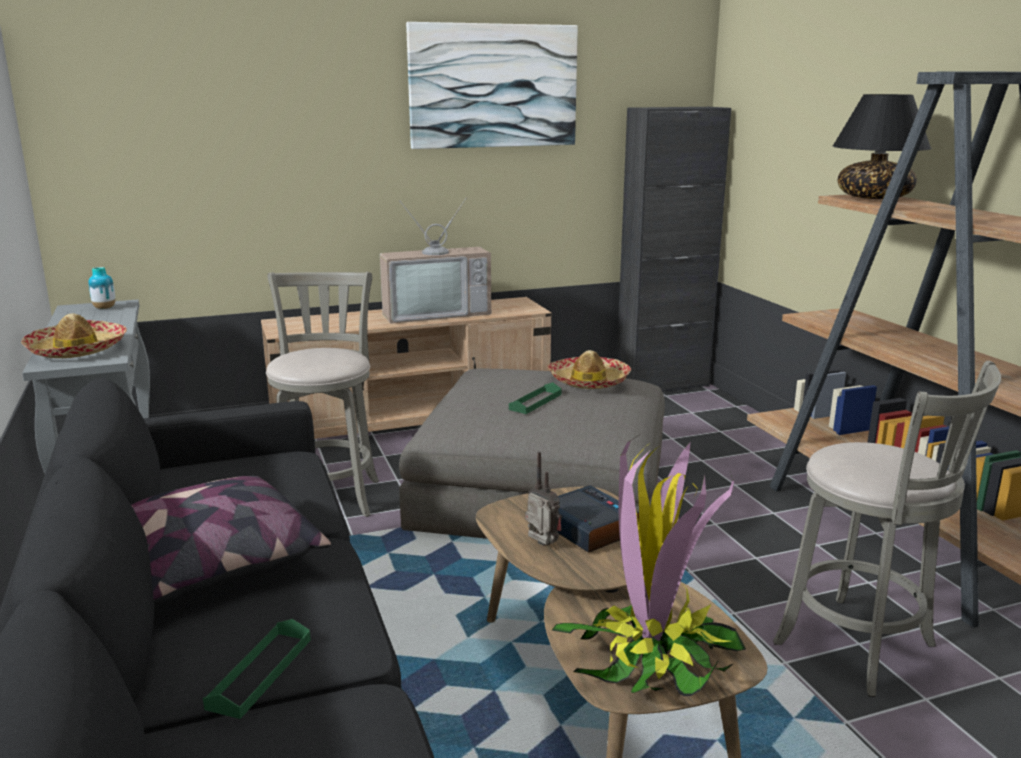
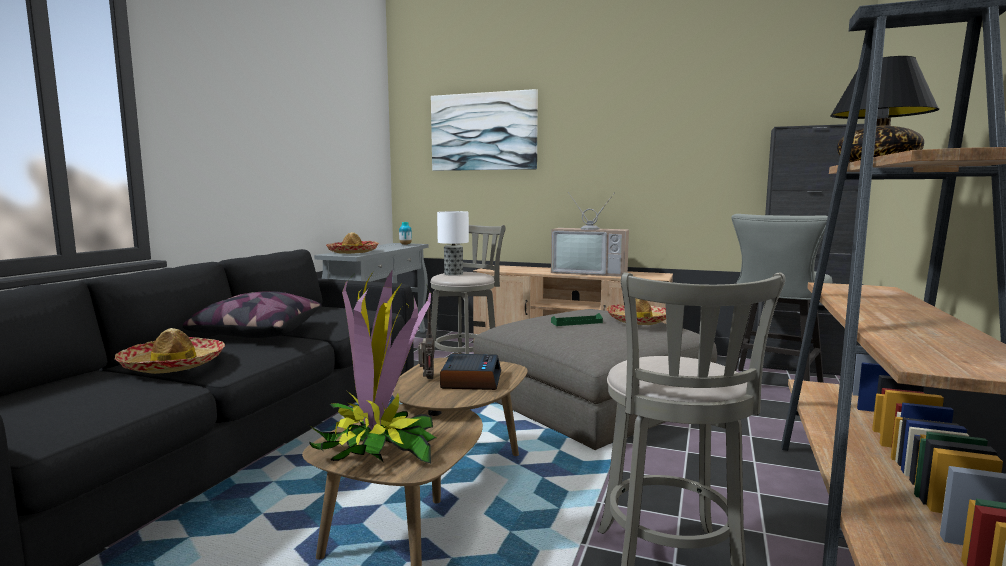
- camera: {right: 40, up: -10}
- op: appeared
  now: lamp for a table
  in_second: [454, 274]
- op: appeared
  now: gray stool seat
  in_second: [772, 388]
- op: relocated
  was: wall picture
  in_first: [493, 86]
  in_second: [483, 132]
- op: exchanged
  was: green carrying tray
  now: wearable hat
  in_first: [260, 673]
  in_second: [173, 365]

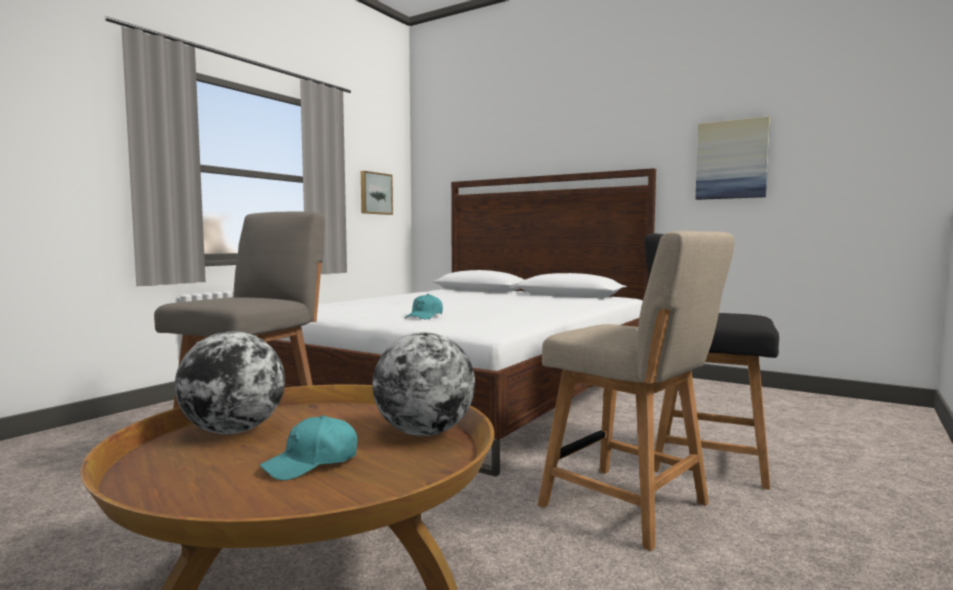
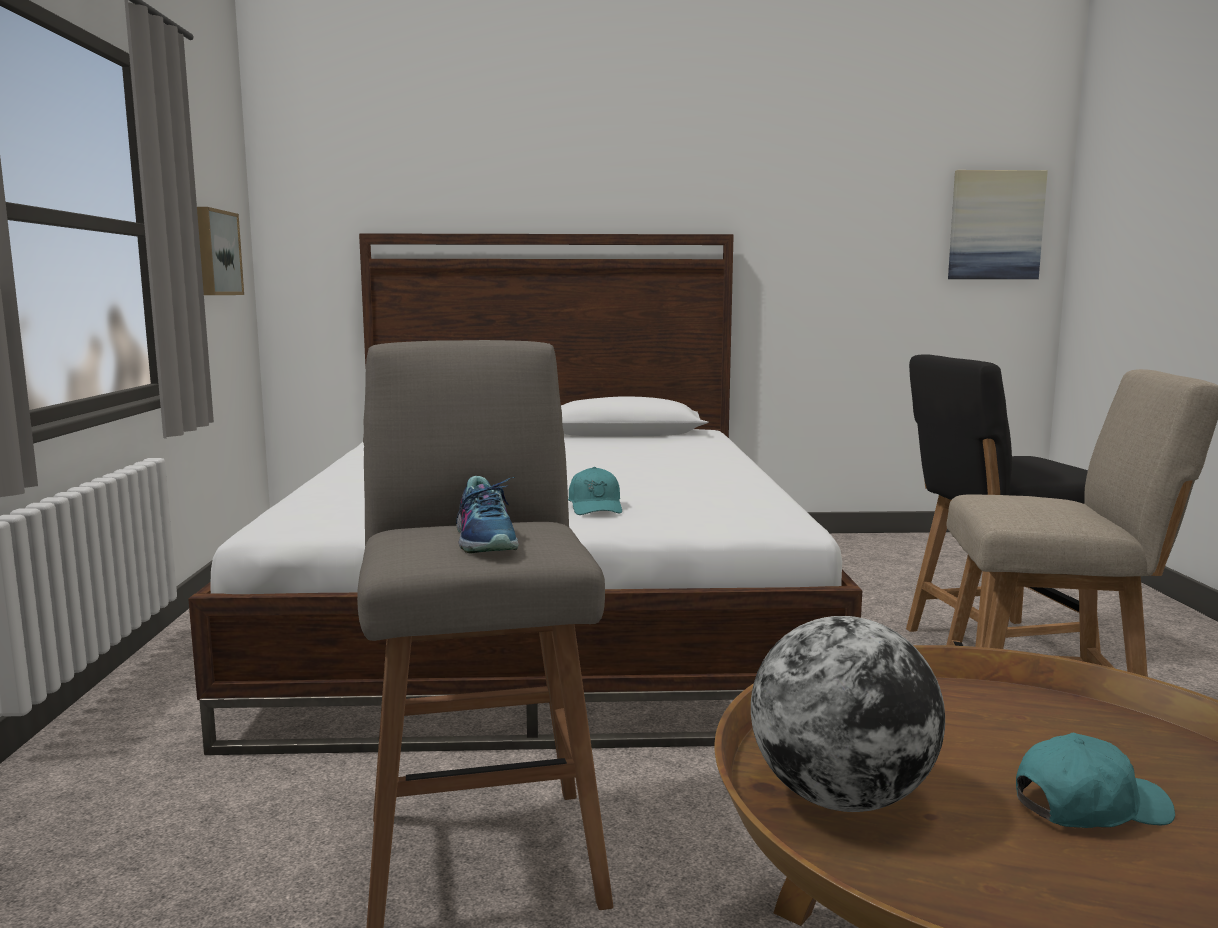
- camera: {right: -35, up: 5}
- op: missing
  was: desk globe
  in_first: [424, 433]
- op: appeared
  now: item of footwear
  in_second: [487, 540]
- op: relocated
  was: wall picture
  in_first: [731, 160]
  in_second: [995, 225]
- op: spun
  was: turquoise-coloured cap
  in_first: [311, 463]
  in_second: [1089, 807]
  clockwise: -120

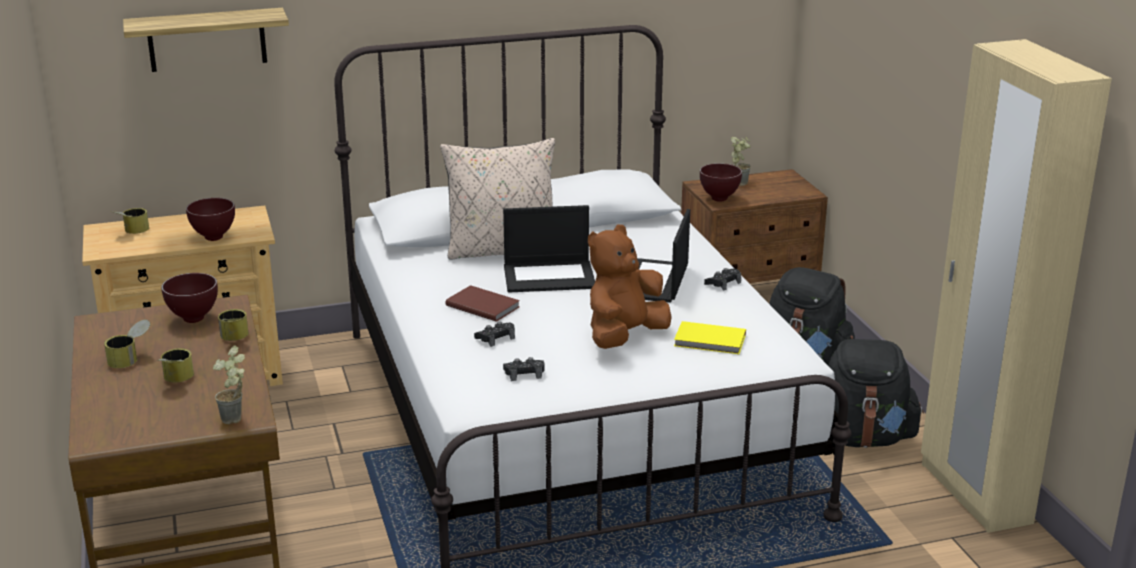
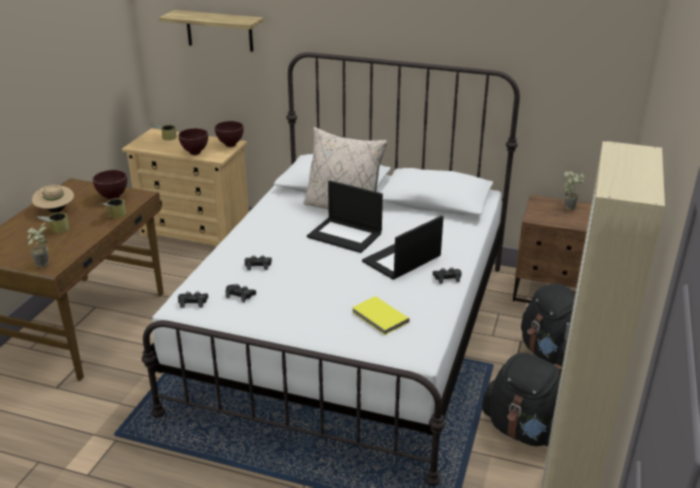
- camera: {right: 35, up: 5}
- op: missing
  was: brown book
  in_first: [483, 305]
- op: missing
  was: brown cuddly toy
  in_first: [624, 337]
- op: appeared
  now: black-coloured joypad
  in_second: [193, 302]
- op: relocated
  was: brown bowl
  in_first: [719, 198]
  in_second: [231, 145]
- op: exchanged
  was: can
  now: beige wearable hat
  in_first: [131, 358]
  in_second: [56, 211]

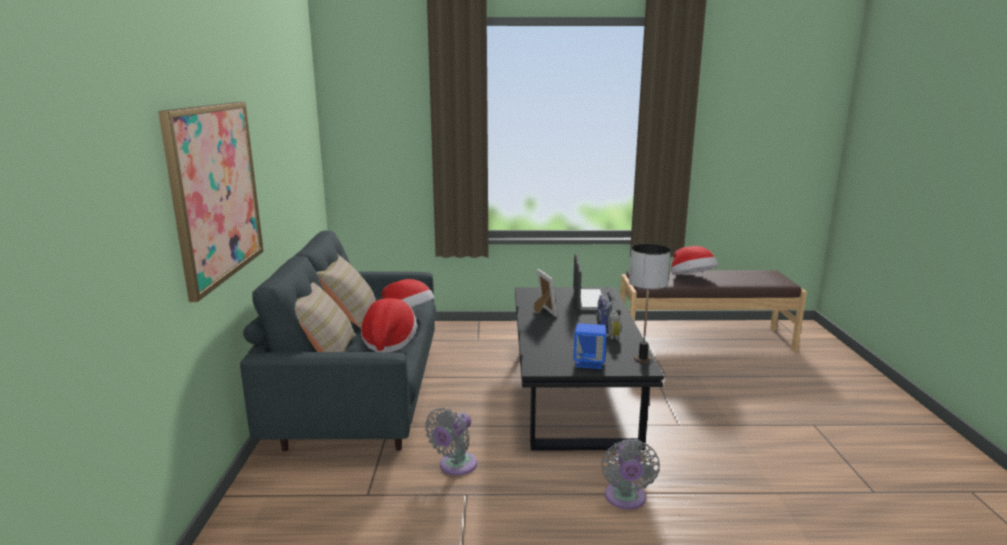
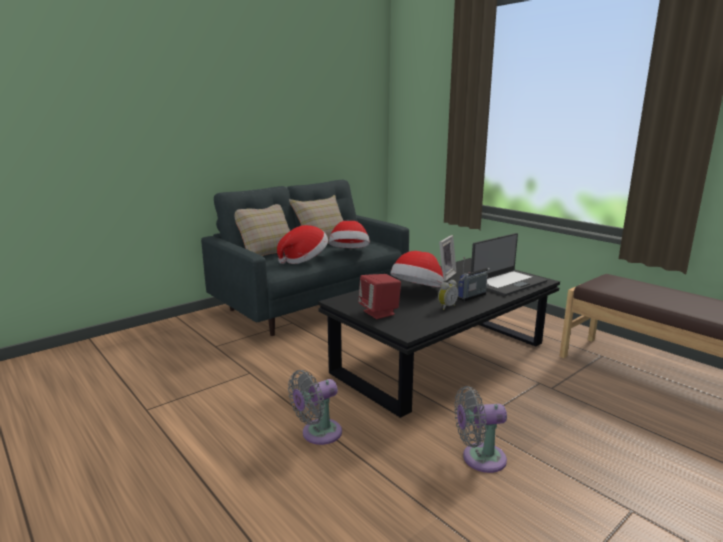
- camera: {right: 50, up: 0}
- op: missing
  was: wall picture
  in_first: [215, 193]
- op: missing
  was: lamp for a table
  in_first: [642, 360]
- op: relocated
  was: gray electric fan
  in_first: [455, 466]
  in_second: [479, 458]
- op: relocated
  was: wearable hat
  in_first: [691, 279]
  in_second: [417, 291]
- op: colour
  was: bluish loudspeaker
  now: red-coloured loudspeaker
  in_first: [589, 363]
  in_second: [379, 312]

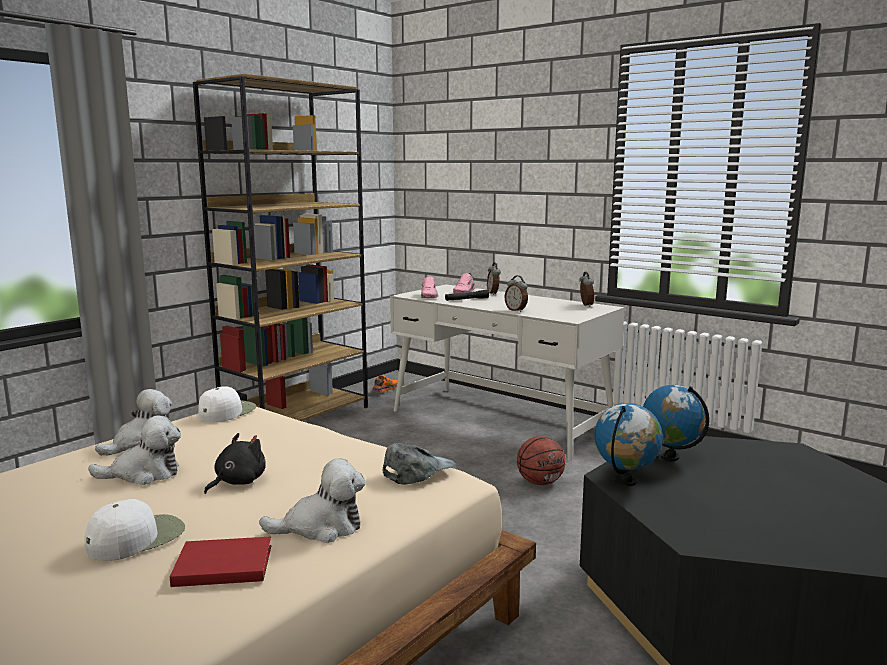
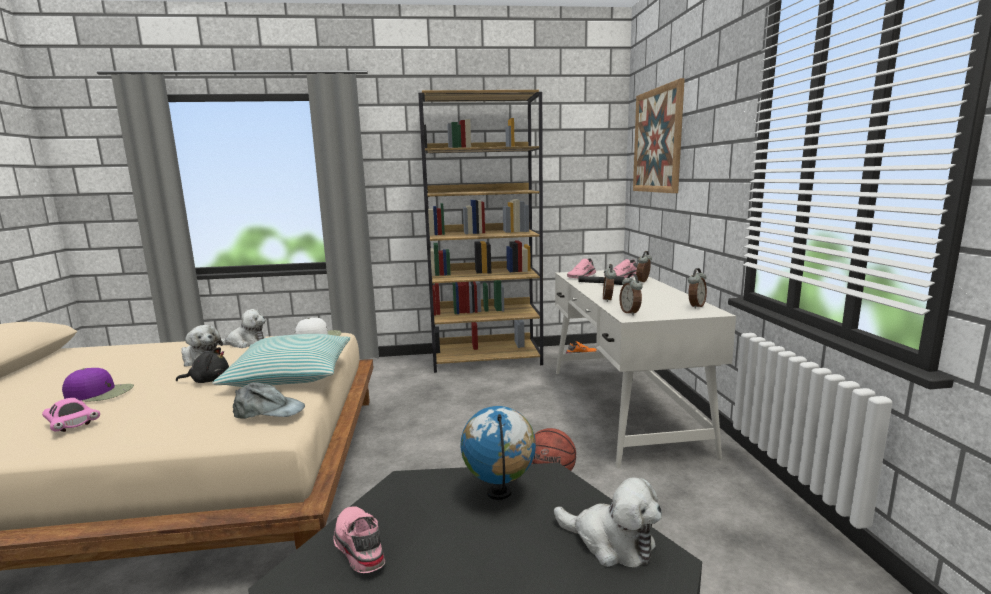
- camera: {right: 45, up: 0}
- op: missing
  was: desk globe
  in_first: [625, 481]
- op: appeared
  now: pillow
  in_second: [290, 374]
- op: appeared
  now: pink-coloured item of footwear
  in_second: [357, 546]
- op: appeared
  now: alarm clock
  in_second: [630, 313]
- op: appeared
  now: wall picture
  in_second: [657, 141]
- op: relocated
  was: cuddly toy
  in_first: [321, 527]
  in_second: [611, 542]
- op: exchanged
  was: red-coloured book
  now: pink-coloured model car
  in_first: [221, 565]
  in_second: [71, 424]
- op: colour
  was: whitish cap
  now: purple cap
  in_first: [137, 537]
  in_second: [100, 393]

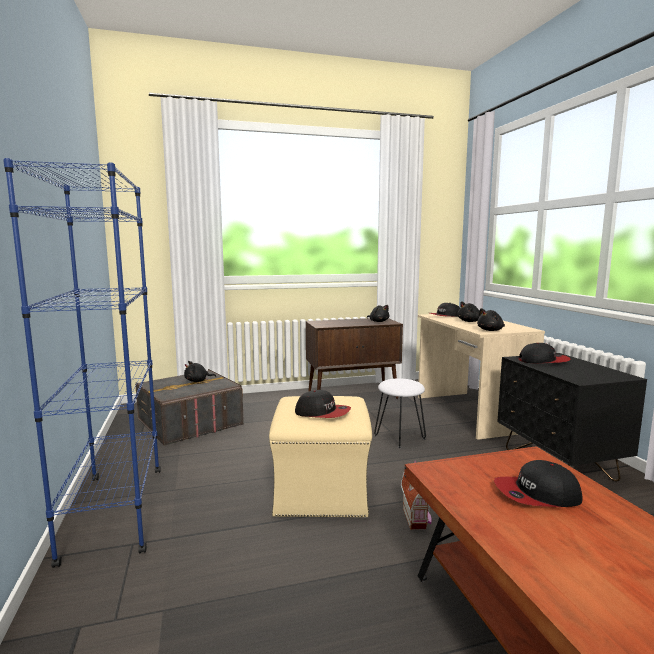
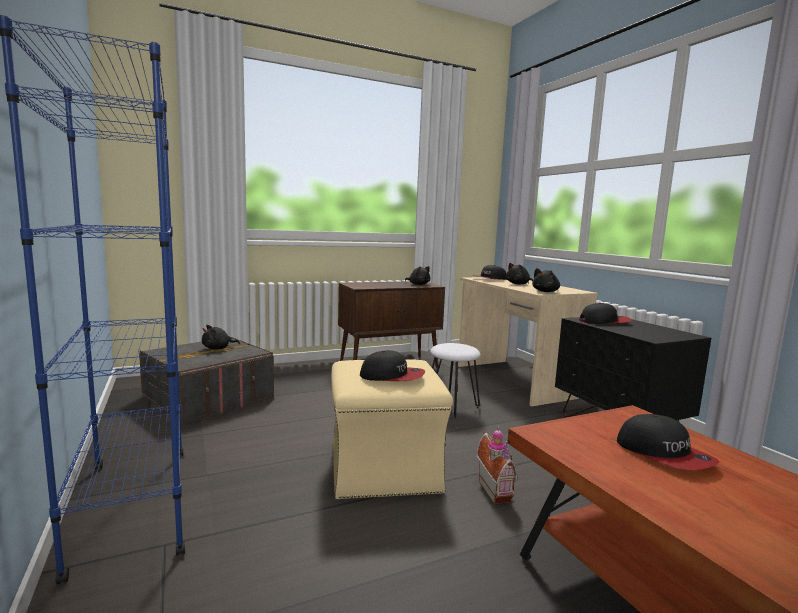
- camera: {right: -10, up: 0}
- op: spun
  was: cap
  in_first: [537, 495]
  in_second: [663, 454]
  clockwise: -105

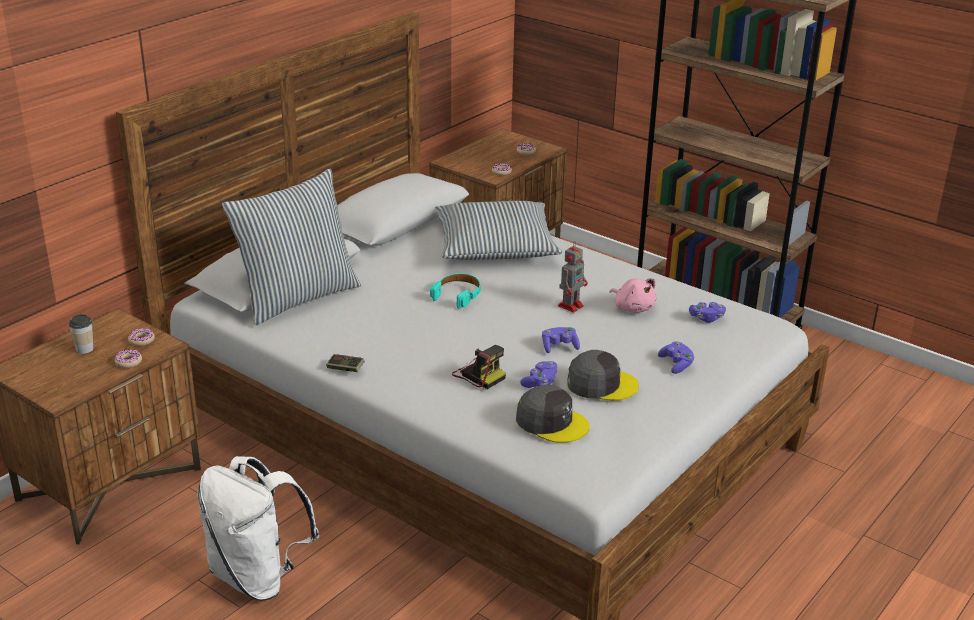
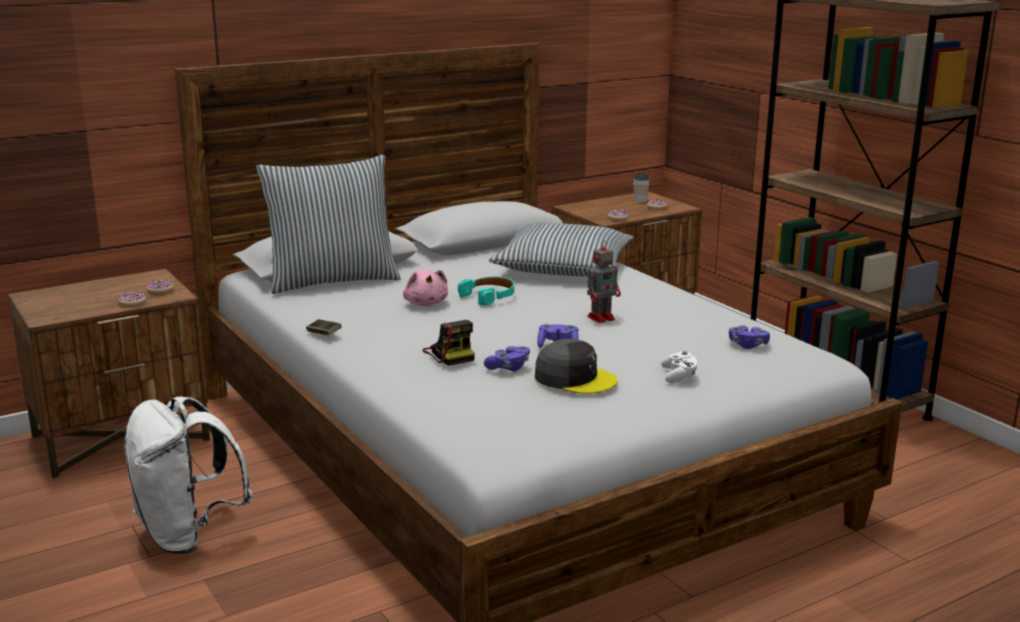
- camera: {right: 20, up: -10}
- op: missing
  was: gray cap
  in_first: [552, 422]
- op: relocated
  was: drinking cup
  in_first: [84, 349]
  in_second: [640, 200]
- op: relocated
  was: pink-coloured cuddly toy
  in_first: [633, 308]
  in_second: [426, 303]
- op: colour
  was: purple joypad
  now: whitish joypad
  in_first: [676, 364]
  in_second: [679, 376]

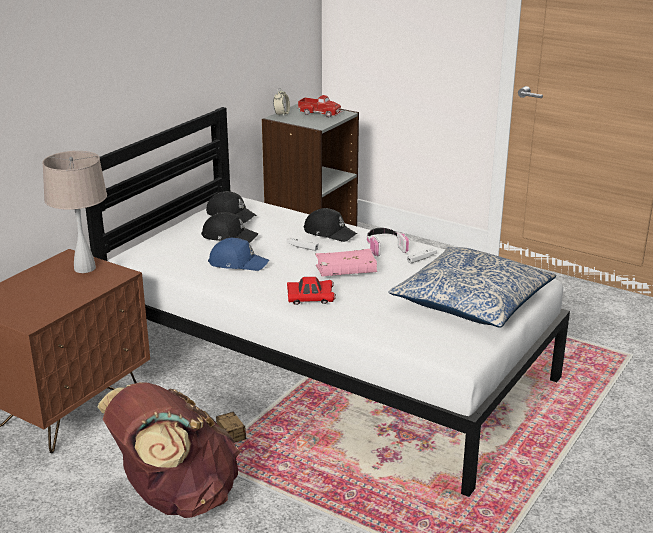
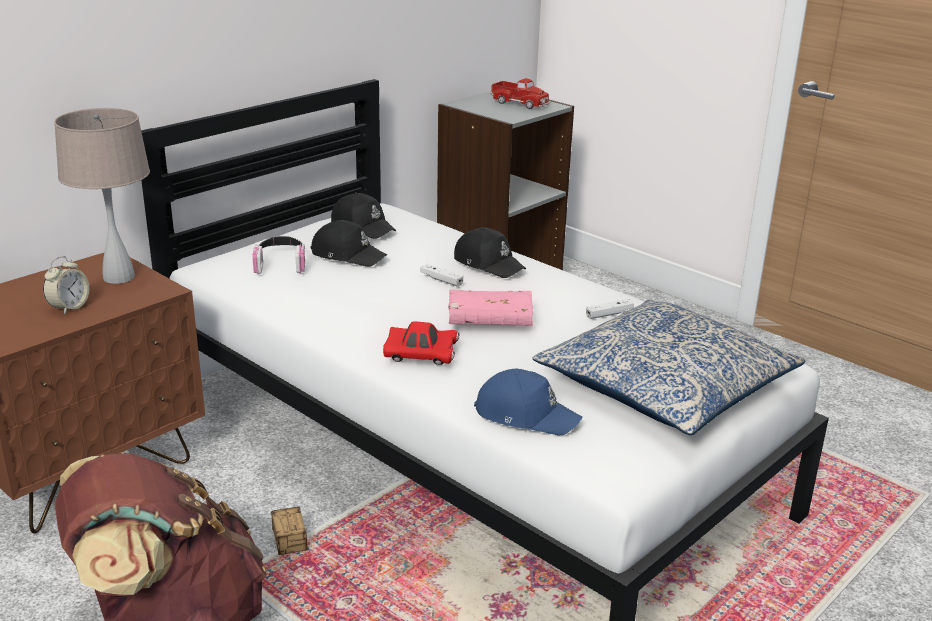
- camera: {right: 10, up: 0}
- op: relocated
  was: bluish cap
  in_first: [238, 263]
  in_second: [525, 415]
- op: relocated
  was: alarm clock
  in_first: [281, 114]
  in_second: [69, 307]
- op: relocated
  was: headset
  in_first: [384, 247]
  in_second: [281, 263]

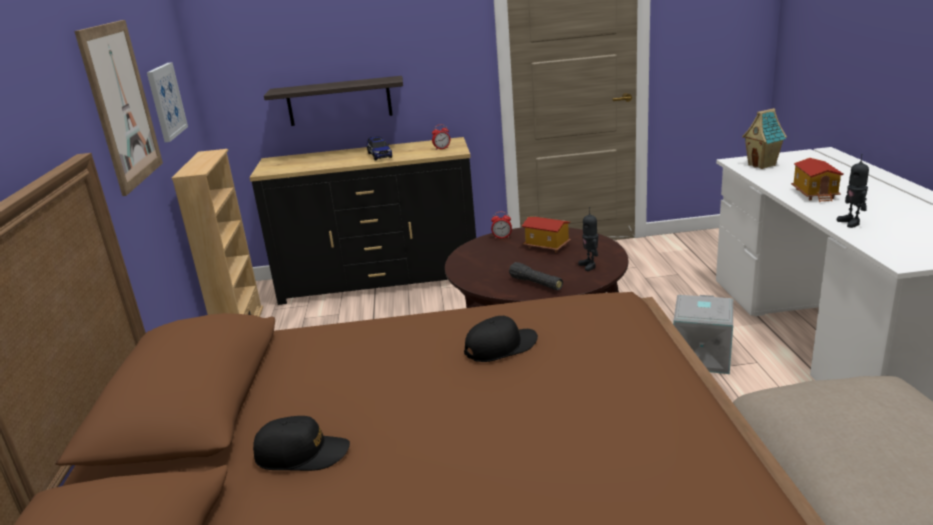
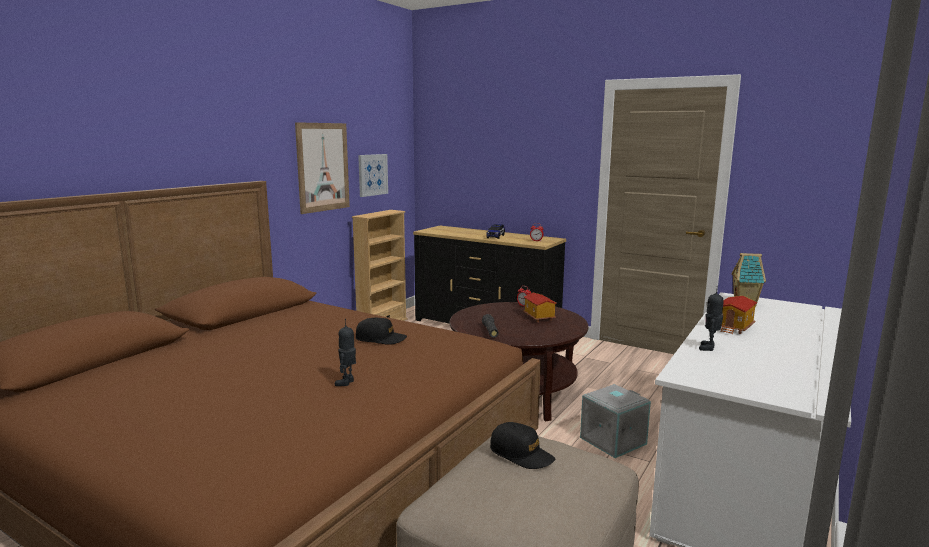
- camera: {right: 35, up: -10}
- op: missing
  was: bracket shelf
  in_first: [339, 101]
- op: relocated
  was: black-coloured cap
  in_first: [302, 454]
  in_second: [521, 454]
- op: relocated
  was: model robot
  in_first: [589, 266]
  in_second: [347, 382]

